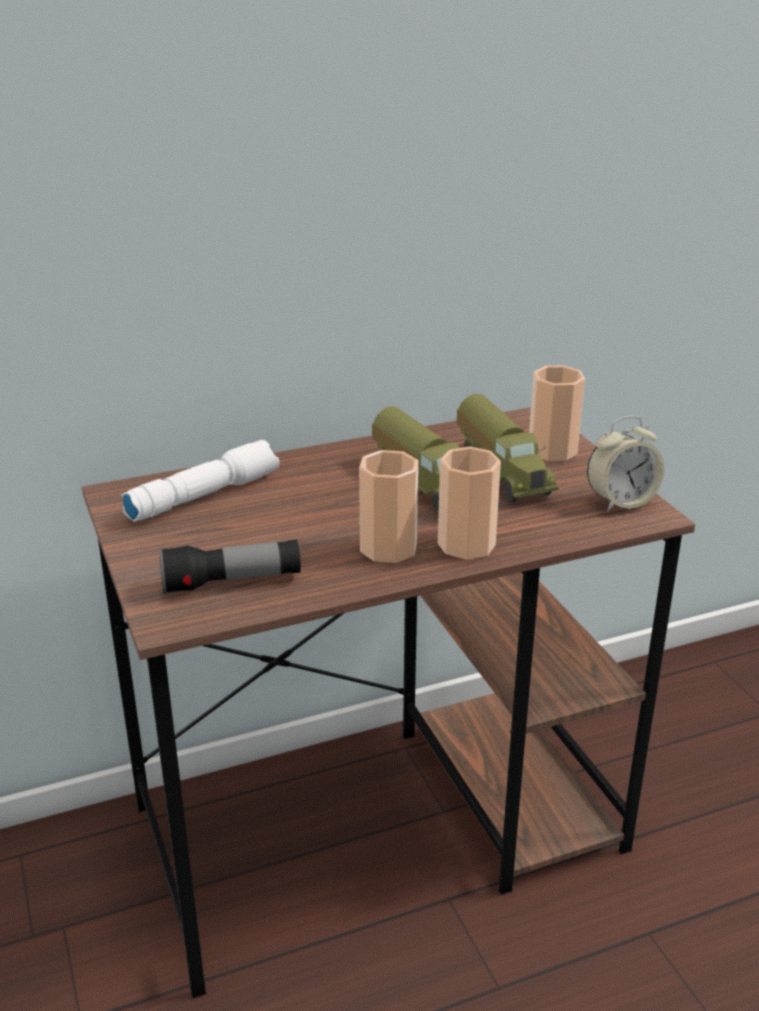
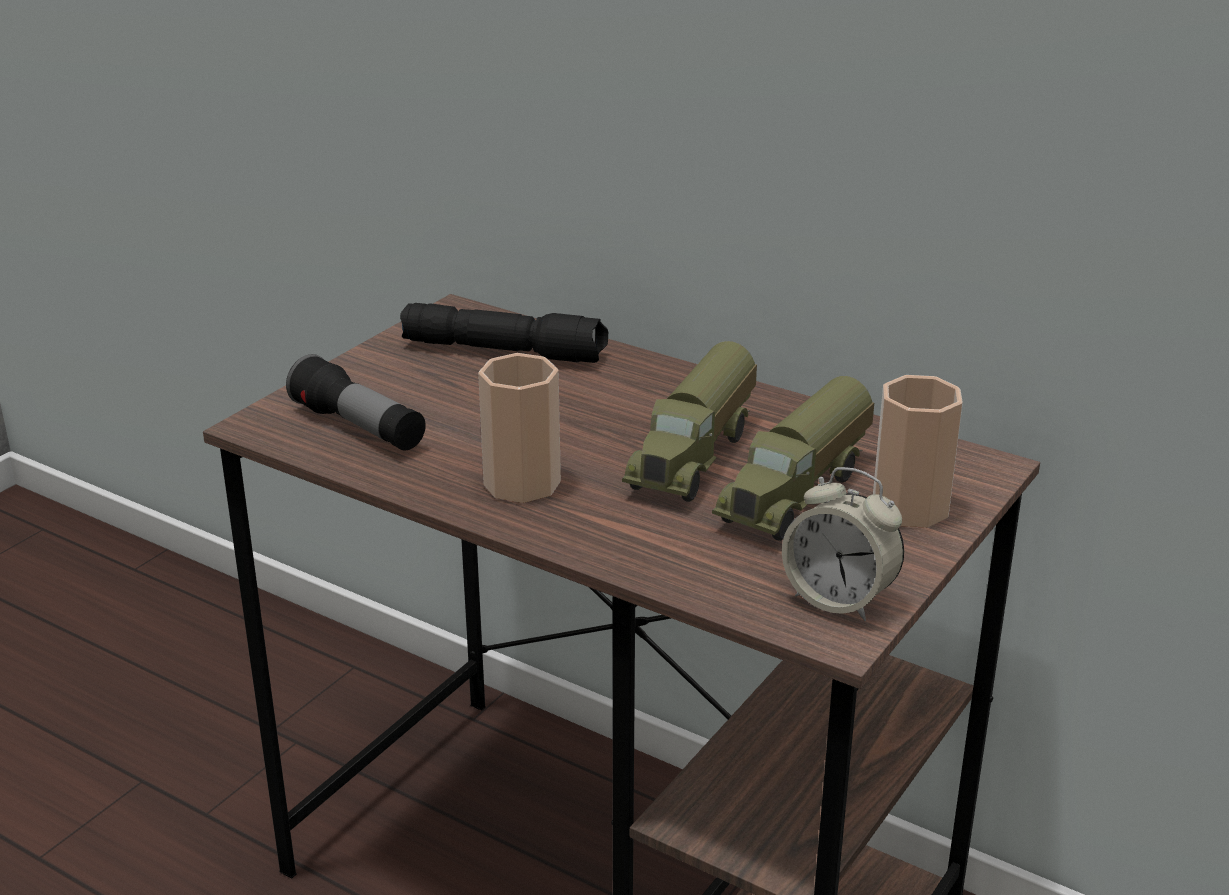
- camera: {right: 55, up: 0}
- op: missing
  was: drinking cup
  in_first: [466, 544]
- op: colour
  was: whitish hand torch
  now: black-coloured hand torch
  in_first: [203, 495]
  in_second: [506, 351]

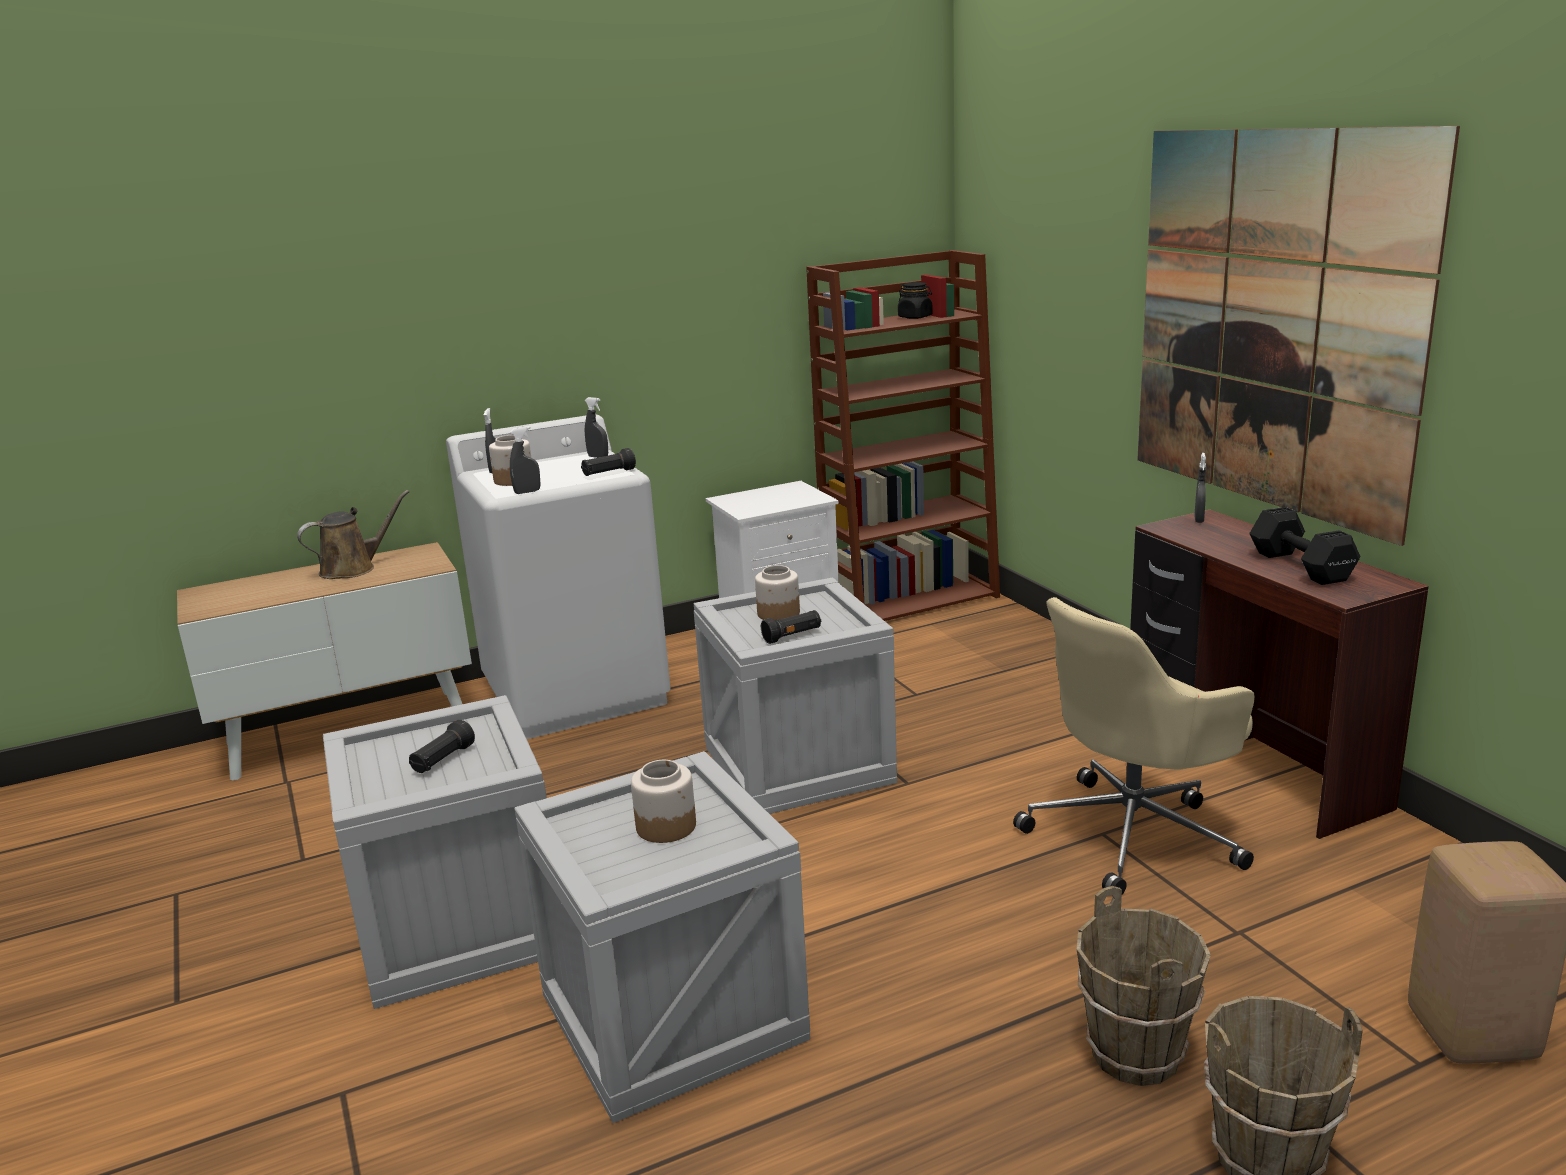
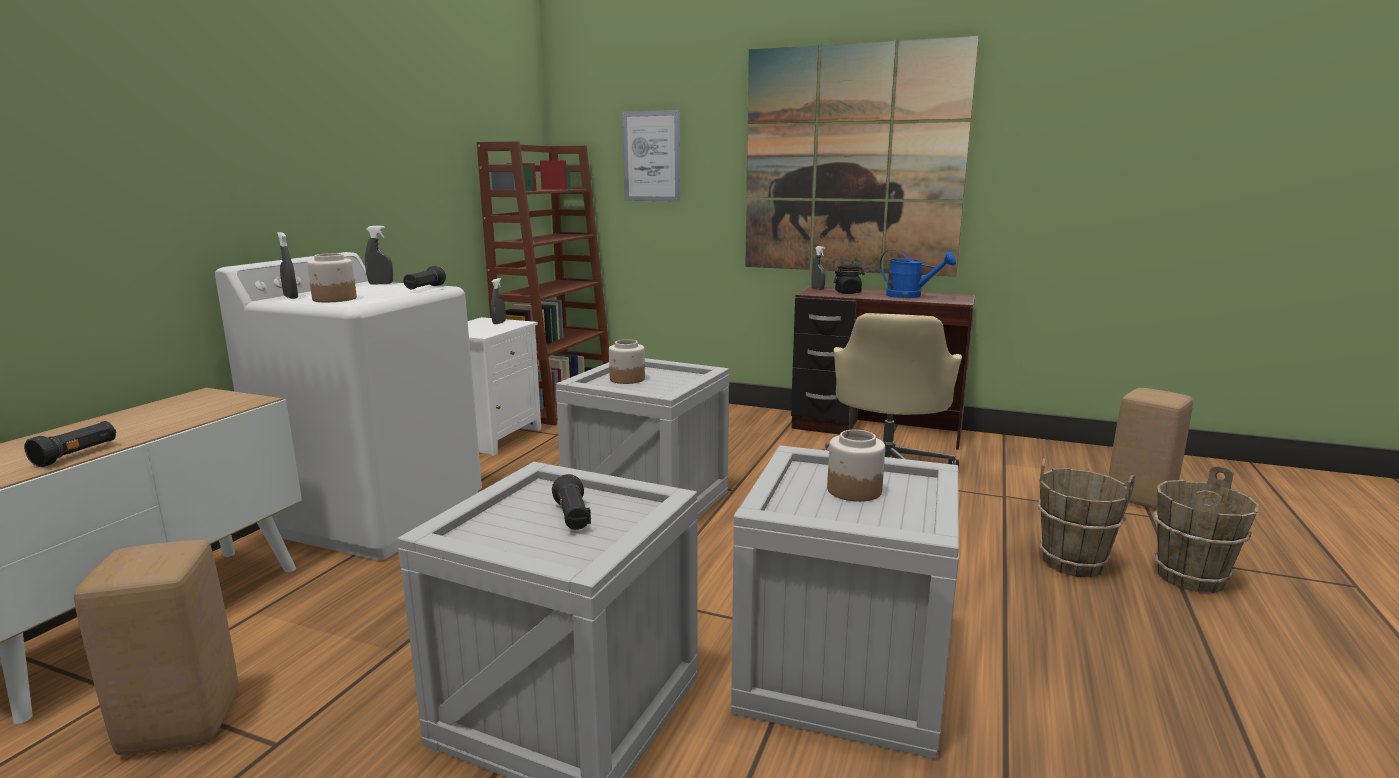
- camera: {right: -45, up: -5}
- op: missing
  was: brown watering can
  in_first: [353, 569]
- op: appeared
  now: beige stool seat
  in_second: [180, 723]
- op: appeared
  now: wall picture
  in_second: [651, 156]
- op: relocated
  was: gray sprayer
  in_first: [527, 492]
  in_second: [499, 323]
- op: relocated
  was: black-coloured hand torch
  in_first: [792, 636]
  in_second: [77, 455]
- op: relocated
  was: black-coloured preserve jar
  in_first: [915, 317]
  in_second: [848, 292]
- op: exchanged
  was: black-coloured hand weight
  now: bluish watering can
  in_first: [1300, 565]
  in_second: [910, 296]

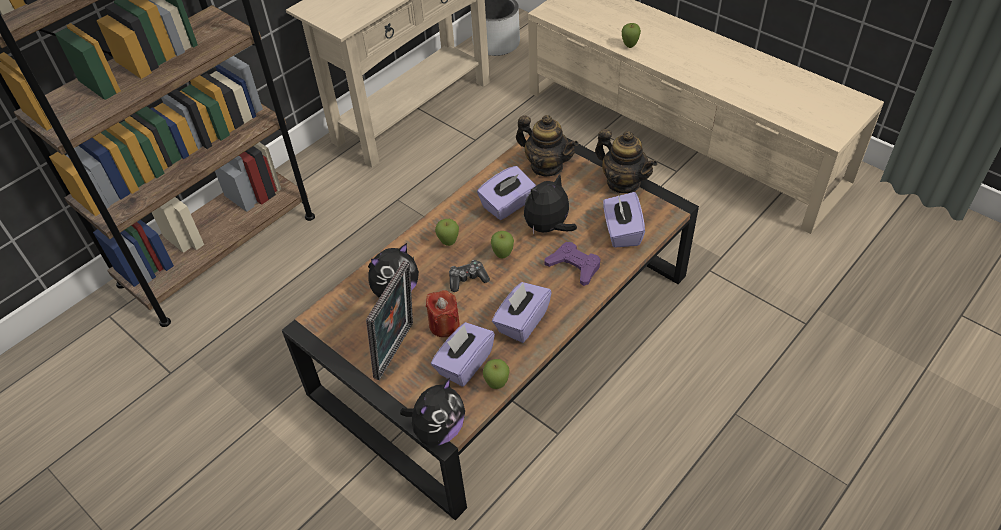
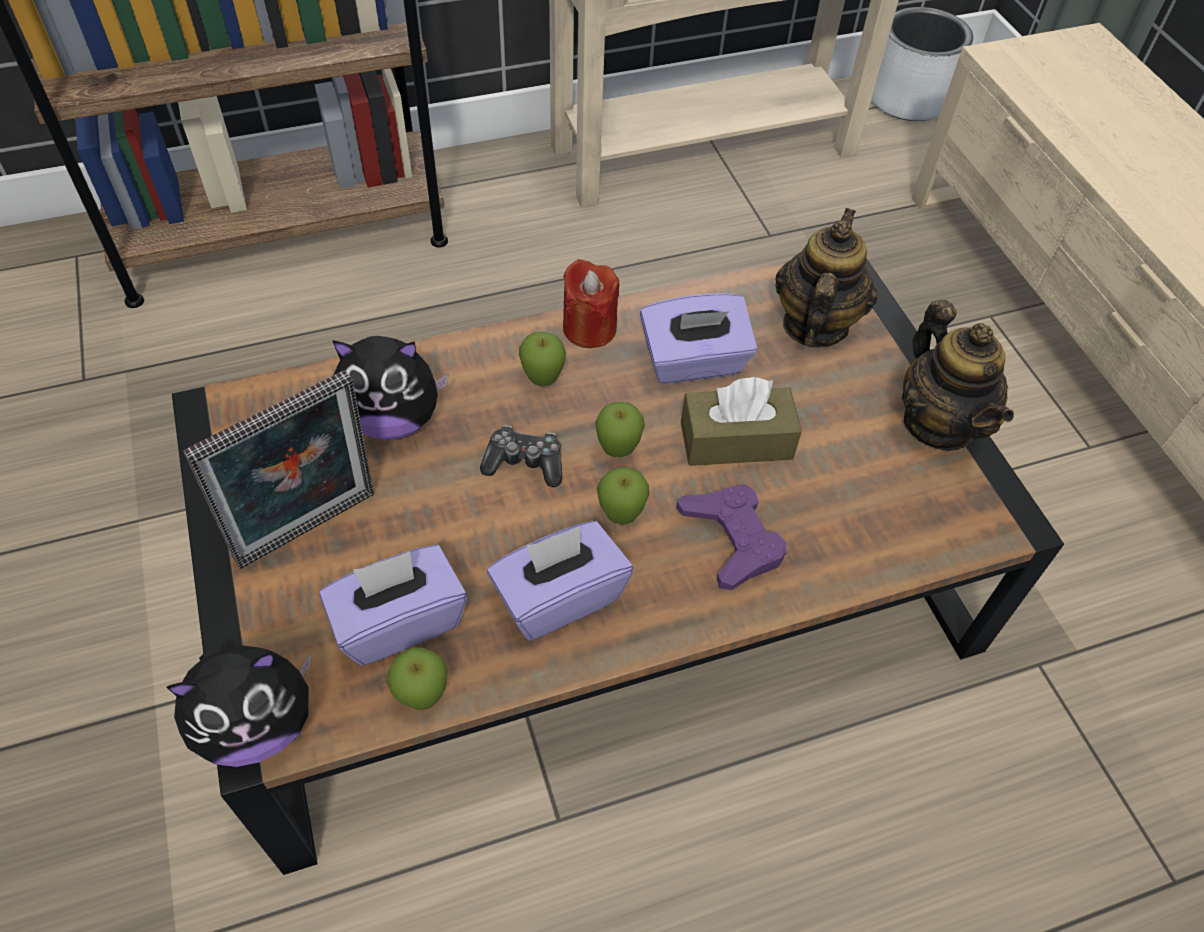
- camera: {right: 25, up: 5}
- op: missing
  was: purple tissue holder
  in_first: [621, 232]
- op: relocated
  was: red-coloured wax light
  in_first: [444, 325]
  in_second: [589, 328]
- op: relocated
  was: whole apple
  in_first: [629, 46]
  in_second: [621, 517]
- op: exchanged
  was: cuddly toy
  now: brown tissue holder
  in_first: [548, 228]
  in_second: [736, 440]
- op: spun
  was: teapot
  in_first: [546, 166]
  in_second: [814, 325]
  clockwise: -135

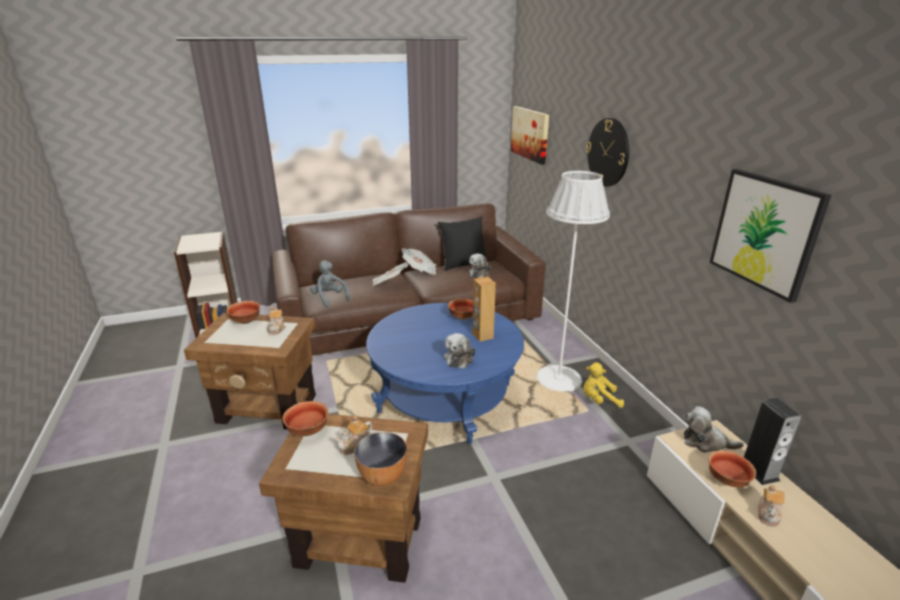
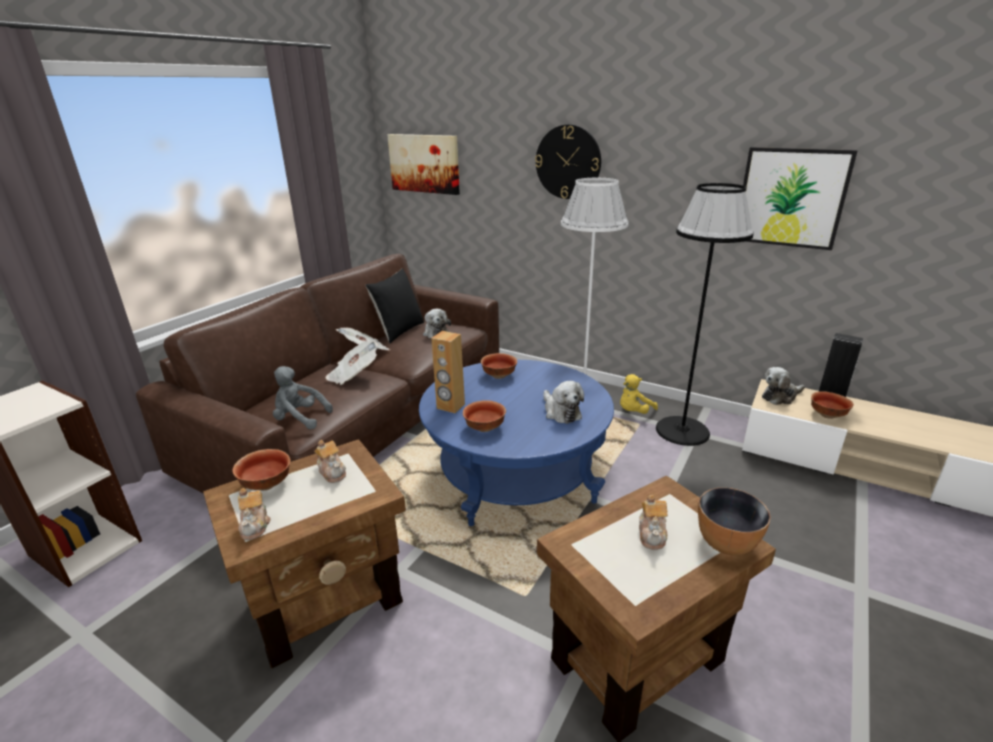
- camera: {right: -40, up: 0}
- op: appeared
  now: black-coloured standard lamp
  in_second: [682, 431]
- op: relocated
  was: bowl
  in_first: [307, 431]
  in_second: [484, 428]
- op: relocated
  was: brown loudspeaker
  in_first: [482, 336]
  in_second: [450, 406]
- op: relocated
  was: teapot
  in_first: [768, 514]
  in_second: [255, 525]

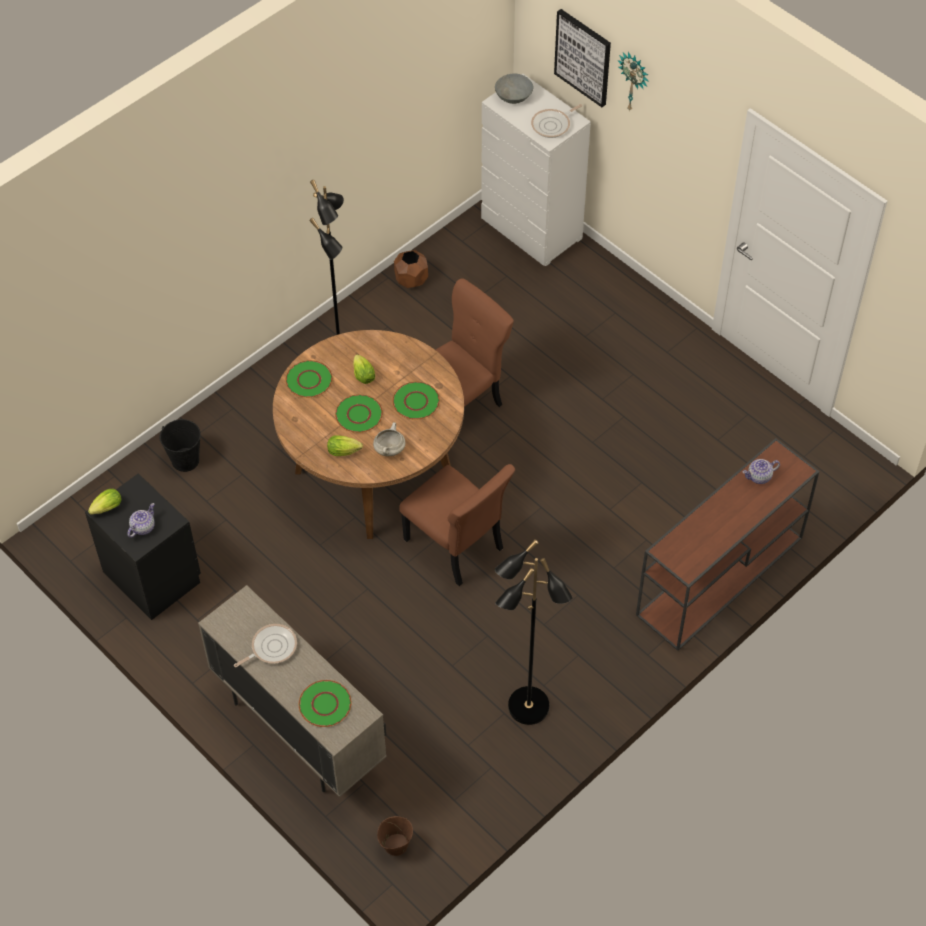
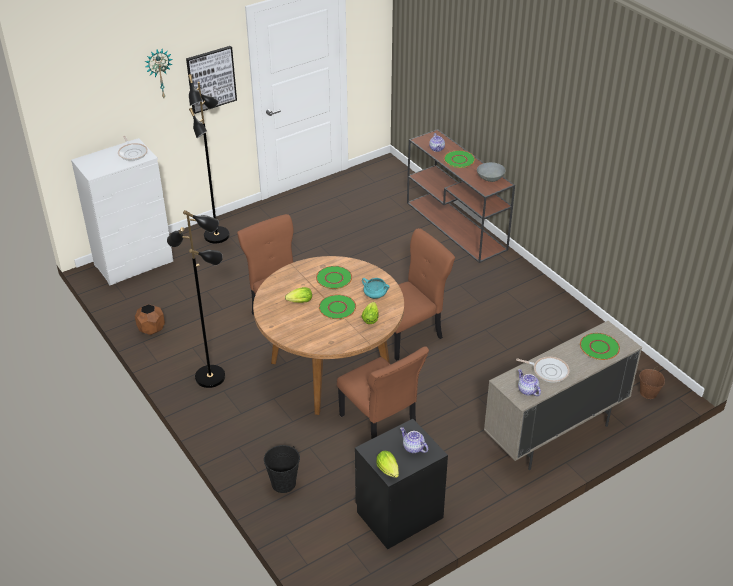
- camera: {right: -80, up: -15}
- op: appeared
  now: brown upright chair
  in_second: [380, 426]
- op: appeared
  now: teapot
  in_second: [527, 390]
- op: relocated
  was: green flat dish
  in_first: [308, 380]
  in_second: [459, 160]
- op: relocated
  was: gray bowl
  in_first: [514, 97]
  in_second: [490, 178]
- op: relocated
  was: black-coloured standard lamp
  in_first: [528, 707]
  in_second: [217, 236]
- op: relocated
  was: wall picture
  in_first: [583, 57]
  in_second: [211, 79]
- op: colour
  was: whitish cooking pot
  now: turquoise-coloured cooking pot
  in_first: [389, 449]
  in_second: [375, 296]
- op: spun
  was: frying pan
  in_first: [271, 647]
  in_second: [548, 371]
  clockwise: 135

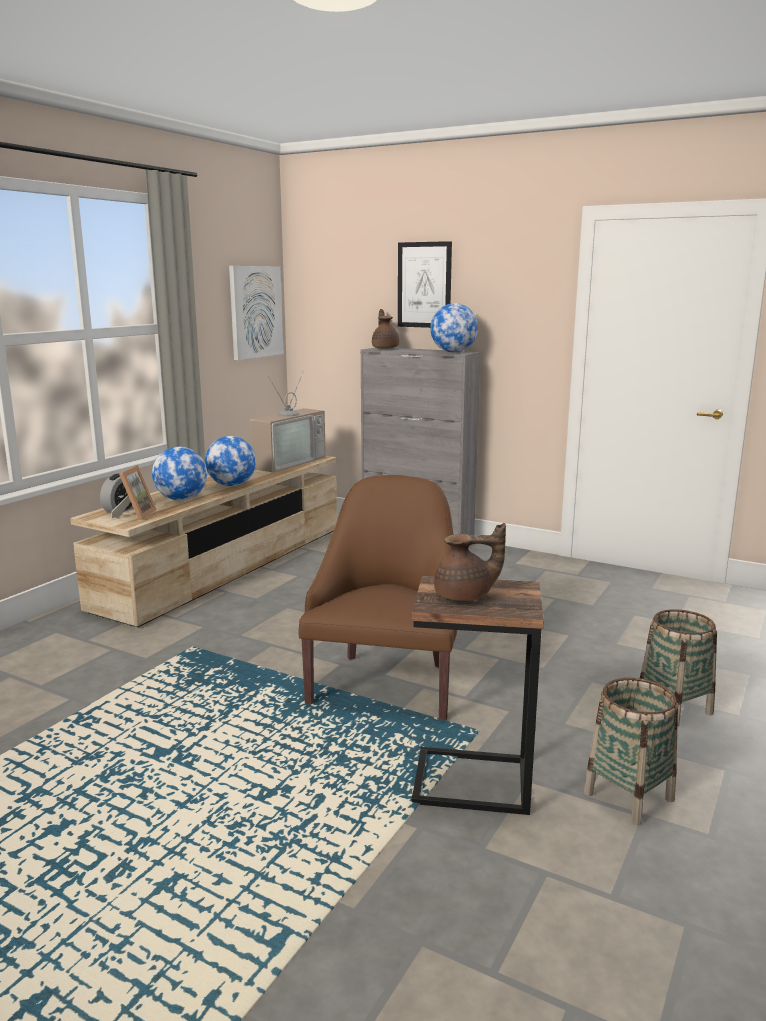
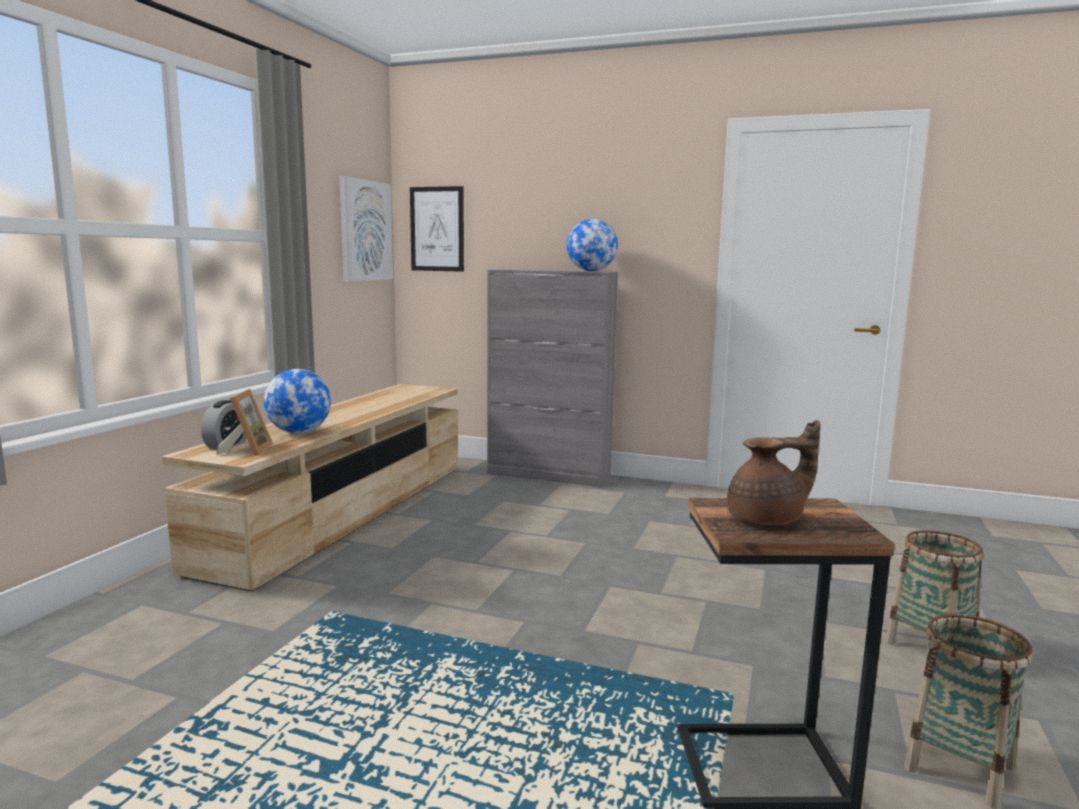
- camera: {right: -10, up: -5}
- op: missing
  was: desk globe
  in_first: [232, 485]
- op: missing
  was: TV
  in_first: [286, 462]
- op: missing
  was: brown lounge chair
  in_first: [386, 683]
- op: missing
  was: brown teapot
  in_first: [385, 348]
- op: relocated
  was: wall picture
  in_first: [424, 285]
  in_second: [437, 229]

